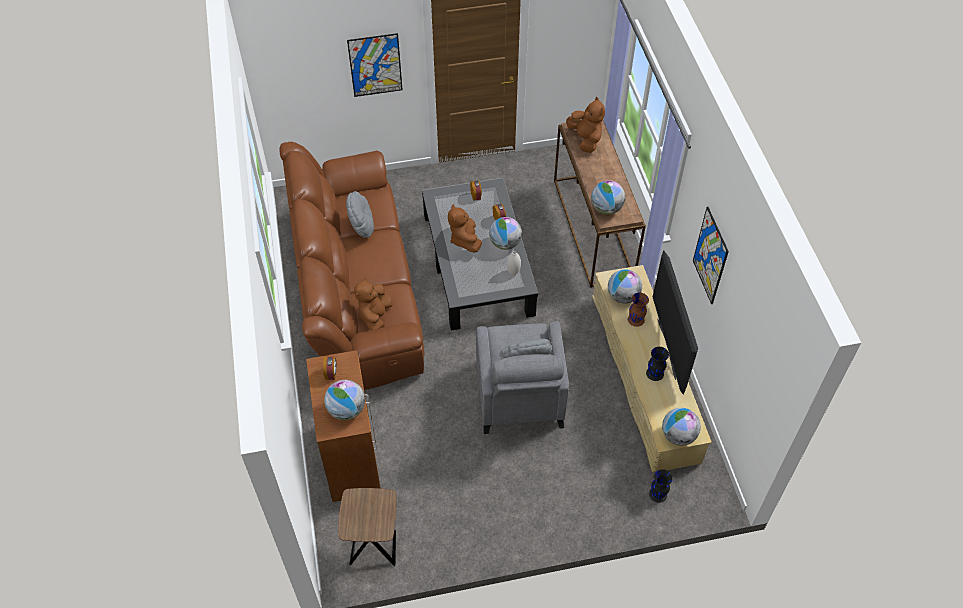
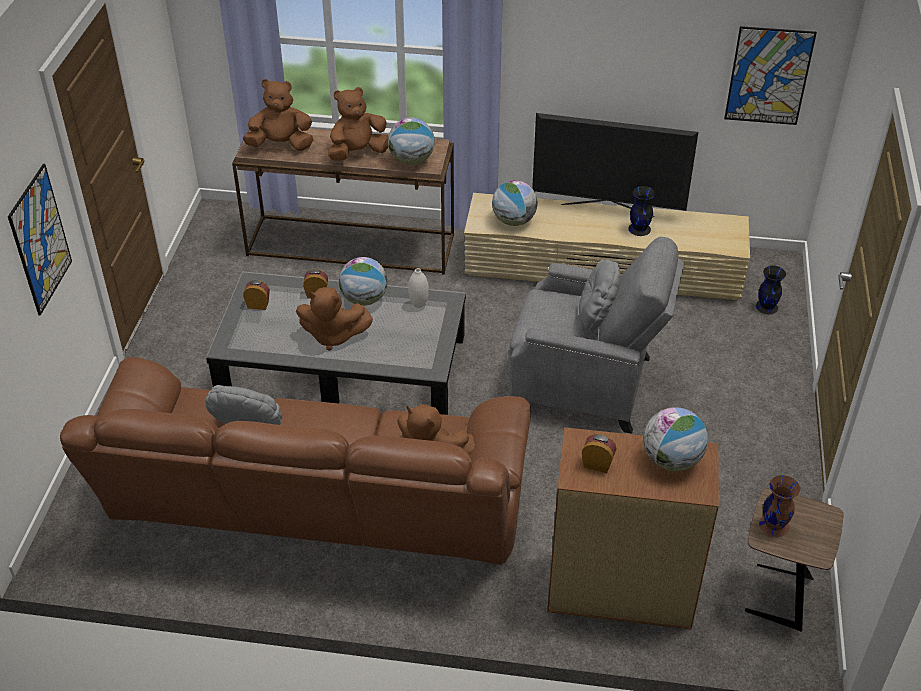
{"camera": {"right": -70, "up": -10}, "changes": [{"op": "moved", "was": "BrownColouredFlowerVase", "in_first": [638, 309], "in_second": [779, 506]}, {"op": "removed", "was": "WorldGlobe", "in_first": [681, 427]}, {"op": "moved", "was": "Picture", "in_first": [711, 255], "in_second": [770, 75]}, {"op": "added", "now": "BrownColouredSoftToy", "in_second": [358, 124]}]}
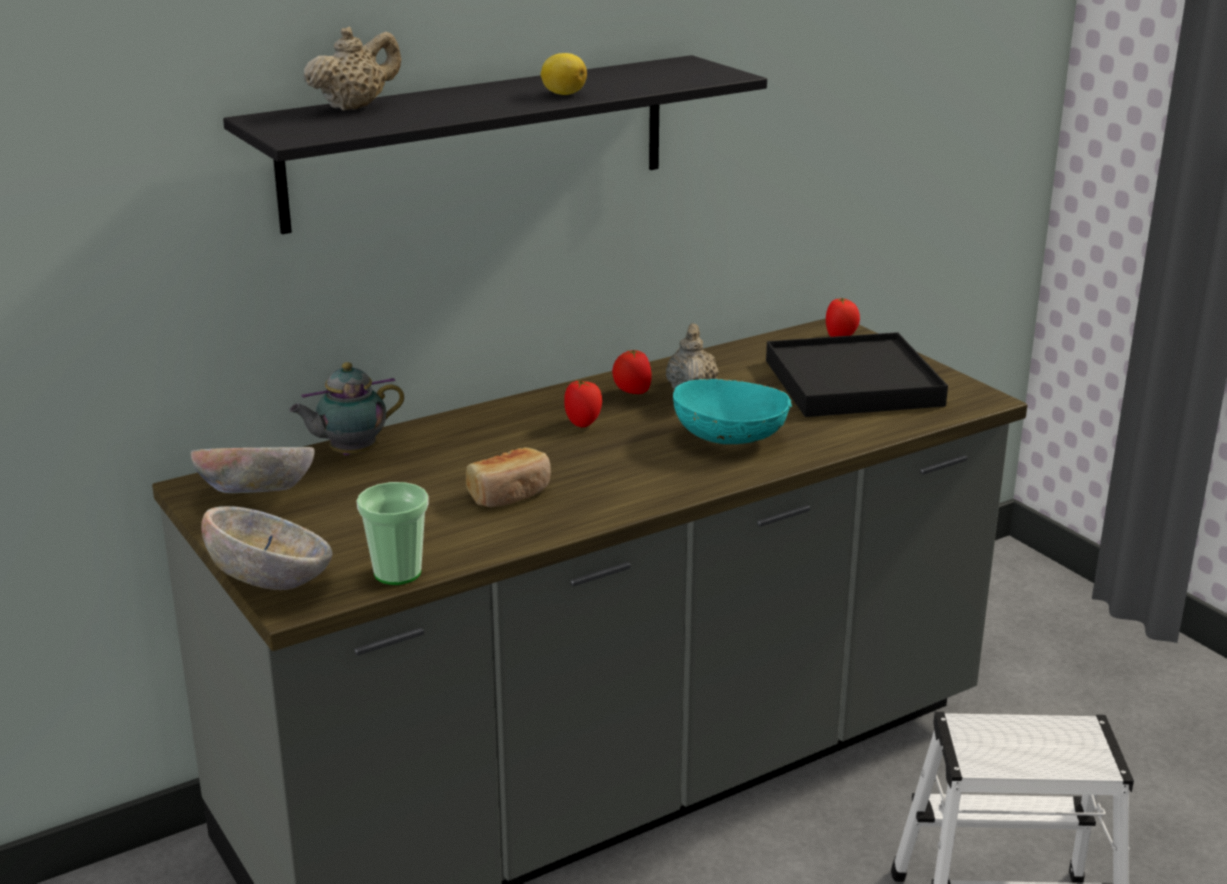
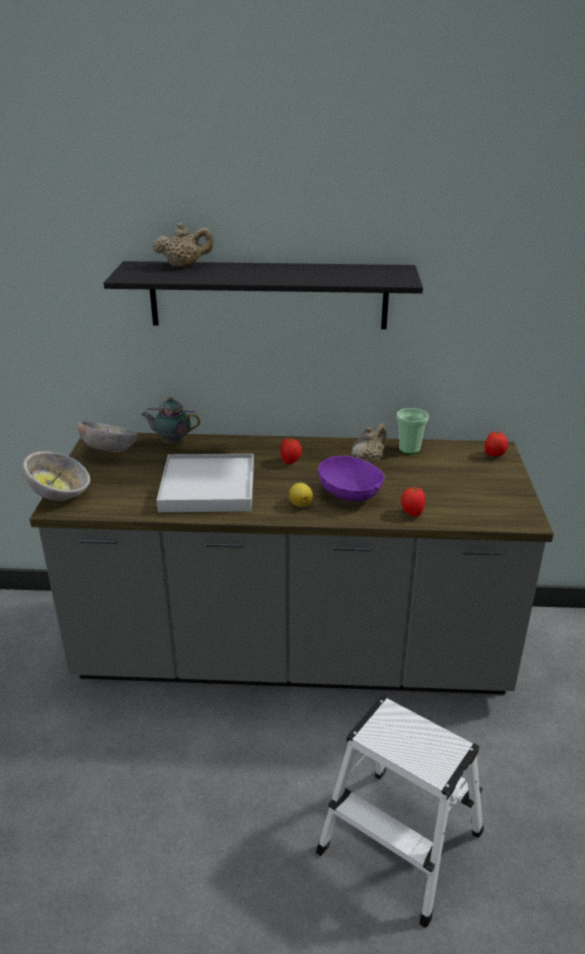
{"camera": {"right": 35, "up": 5}, "changes": [{"op": "moved", "was": "Cup", "in_first": [393, 533], "in_second": [412, 431]}, {"op": "replaced", "was": "BakeryBread", "now": "WhiteServingTray", "in_first": [508, 477], "in_second": [205, 483]}, {"op": "moved", "was": "Lemon", "in_first": [564, 74], "in_second": [301, 495]}, {"op": "moved", "was": "Tomato", "in_first": [632, 372], "in_second": [413, 501]}, {"op": "recoloured", "was": "BlueGreenBowl", "now": "PurpleColouredBowl", "in_first": [732, 411], "in_second": [351, 479]}, {"op": "removed", "was": "BlackServingTray", "in_first": [857, 374]}]}
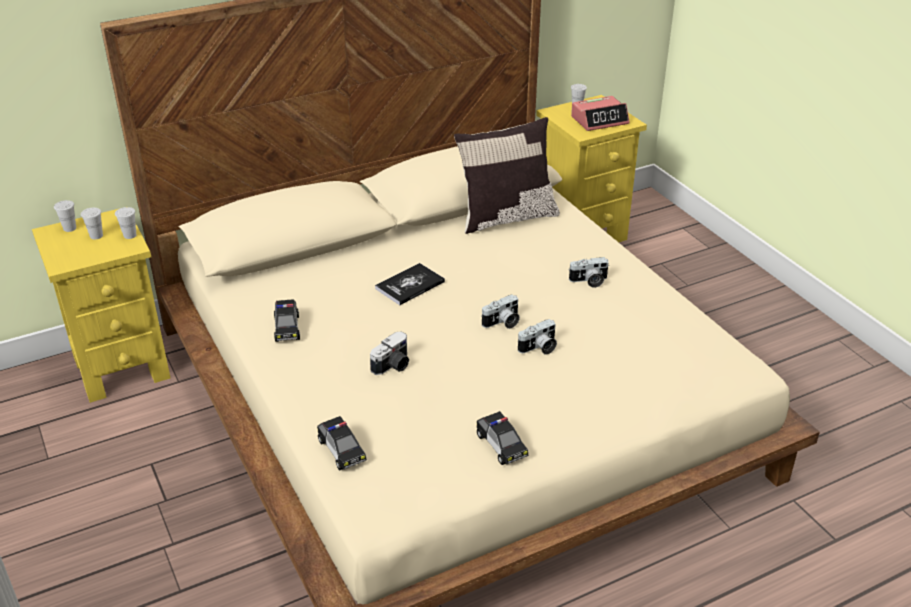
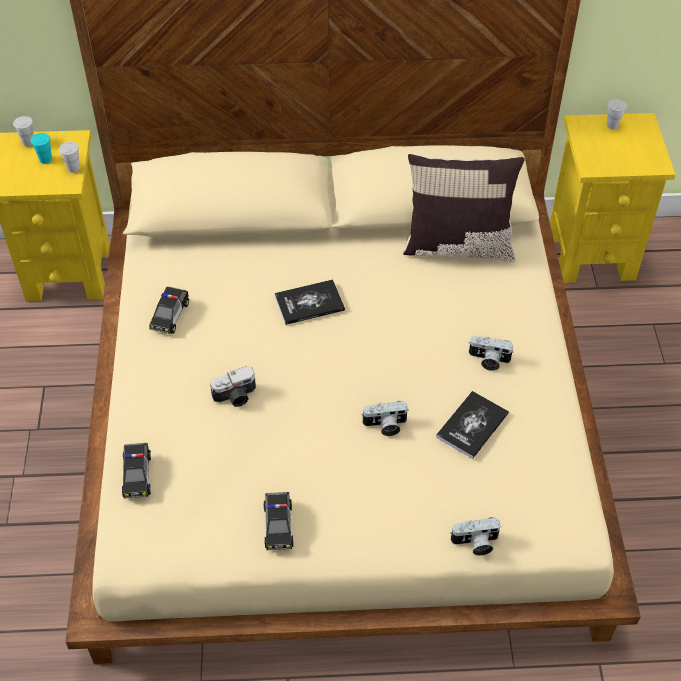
{"camera": {"right": 25, "up": 15}, "changes": [{"op": "recoloured", "was": "WhiteCup", "now": "BlueGreenCup", "in_first": [92, 223], "in_second": [41, 148]}, {"op": "moved", "was": "PhotoCamera", "in_first": [500, 311], "in_second": [475, 536]}, {"op": "removed", "was": "AlarmClock", "in_first": [600, 113]}, {"op": "added", "now": "Volume", "in_second": [472, 425]}]}
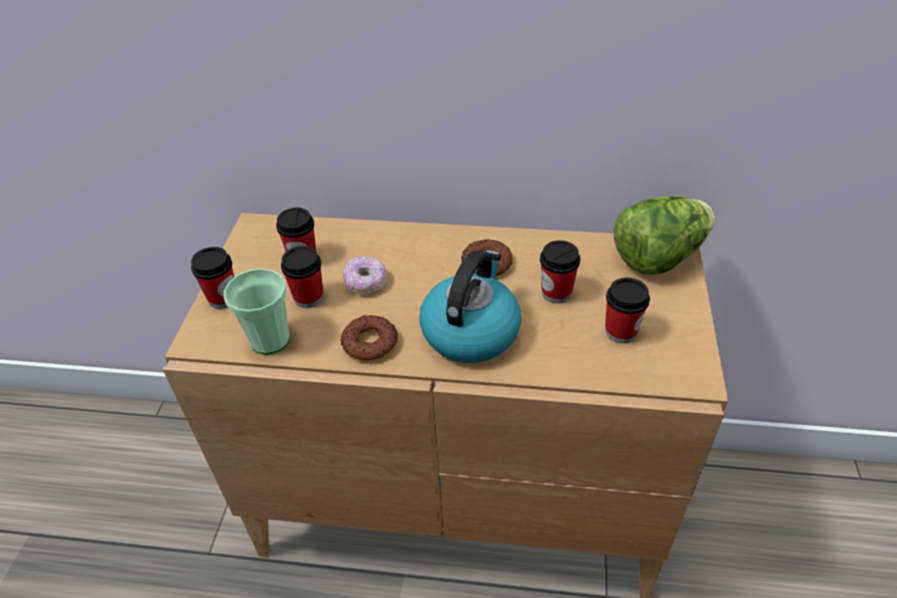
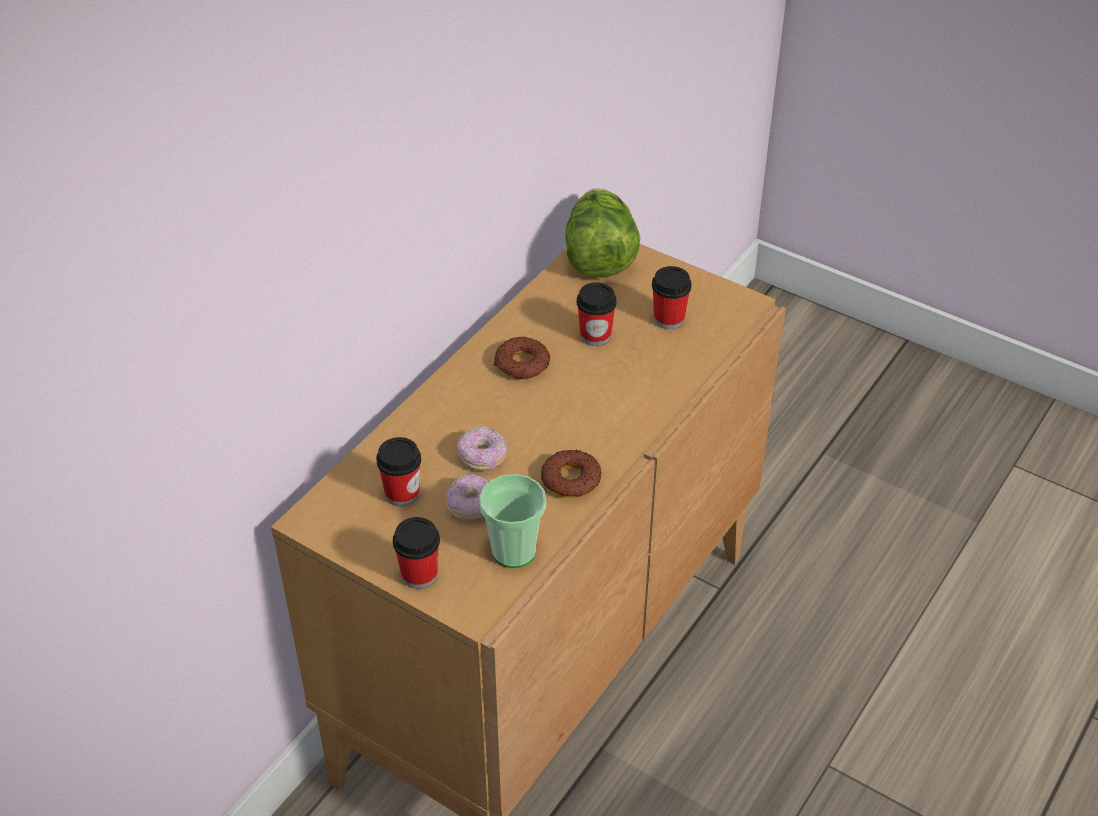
{"camera": {"right": -65, "up": 0}, "changes": [{"op": "replaced", "was": "Cup", "now": "RingDoughnut", "in_first": [302, 277], "in_second": [468, 497]}, {"op": "removed", "was": "Kettle", "in_first": [470, 306]}]}
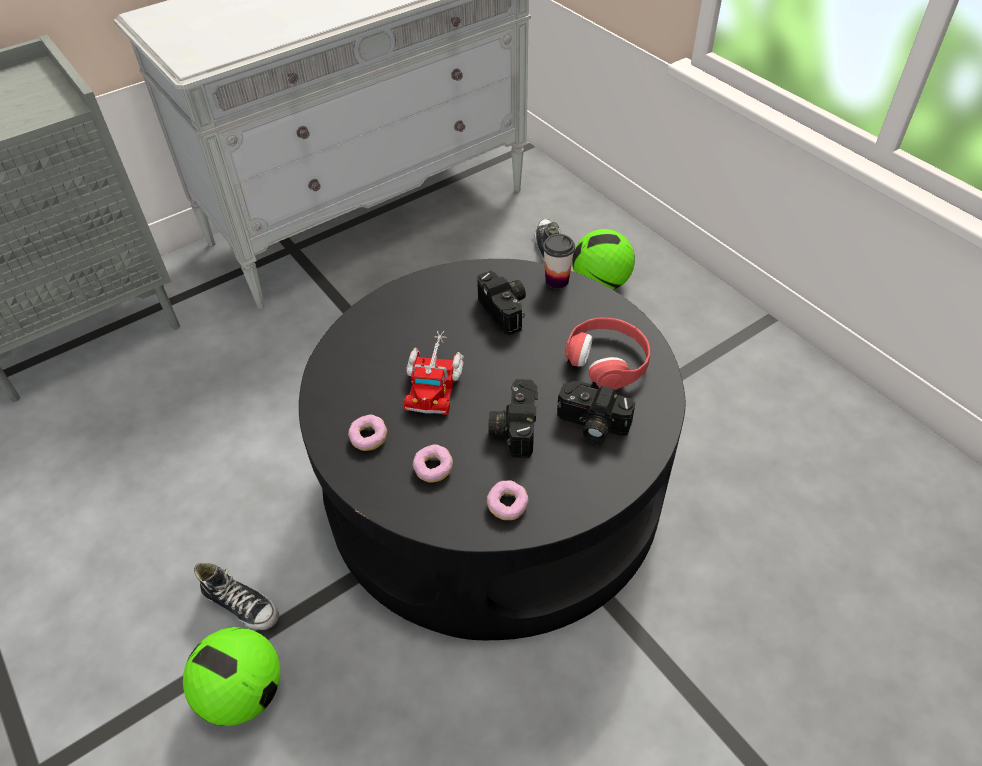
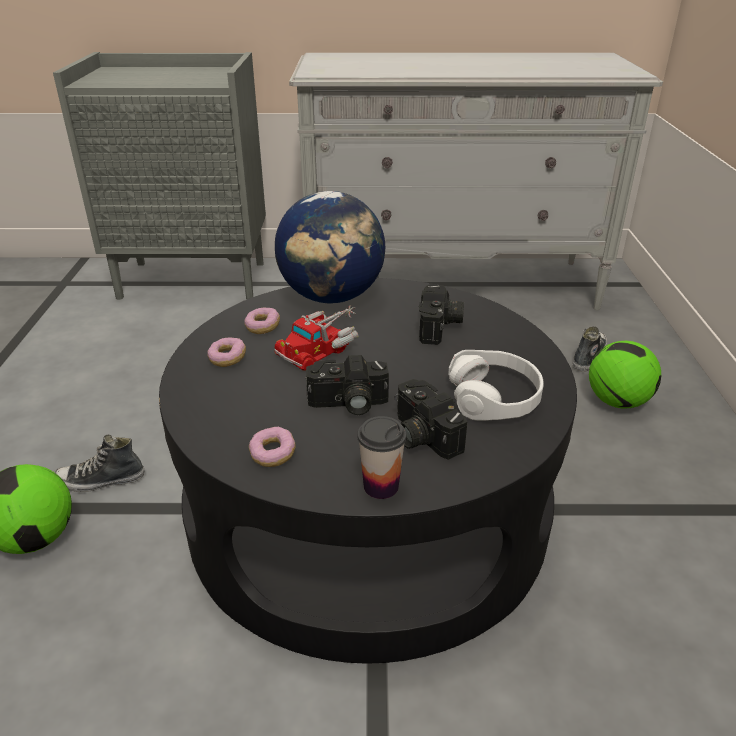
{"camera": {"right": 35, "up": -15}, "changes": [{"op": "turned", "was": "LowShoe", "in_first": [236, 596], "in_second": [99, 463], "clockwise": 105}, {"op": "moved", "was": "RingDoughnut", "in_first": [433, 463], "in_second": [262, 321]}, {"op": "turned", "was": "PhotoCamera", "in_first": [513, 418], "in_second": [347, 385], "clockwise": -135}, {"op": "moved", "was": "Cup", "in_first": [559, 261], "in_second": [381, 457]}, {"op": "recoloured", "was": "RedHeadphones", "now": "WhiteHeadphones", "in_first": [607, 353], "in_second": [496, 385]}, {"op": "added", "now": "WorldGlobe", "in_second": [330, 247]}]}
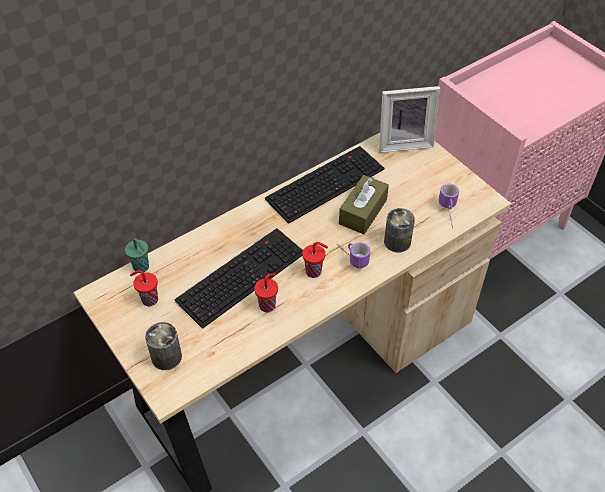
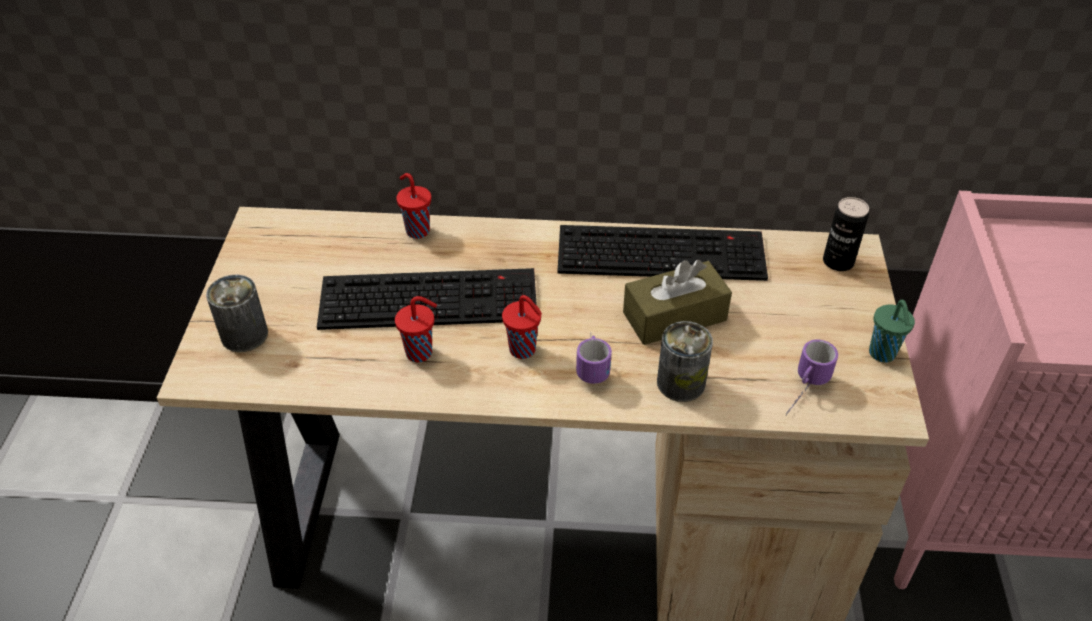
{"camera": {"right": 40, "up": -5}, "changes": [{"op": "moved", "was": "GreenColouredCup", "in_first": [137, 255], "in_second": [892, 331]}, {"op": "moved", "was": "RedCup", "in_first": [144, 288], "in_second": [413, 206]}, {"op": "replaced", "was": "PhotoFrame", "now": "MetalCan", "in_first": [409, 119], "in_second": [846, 234]}]}
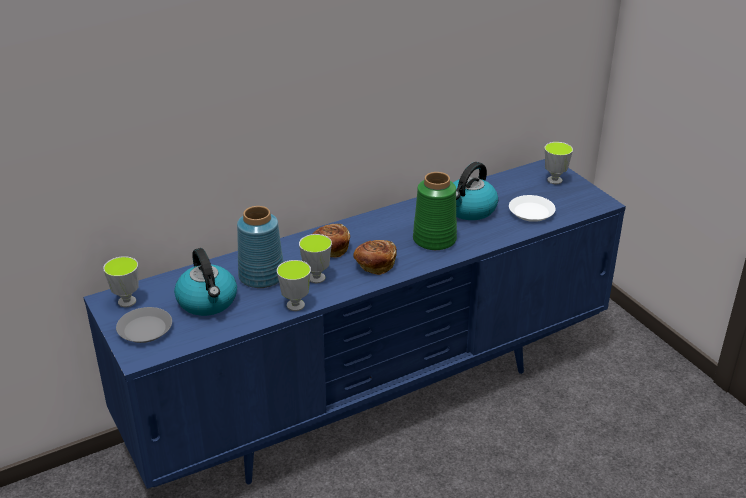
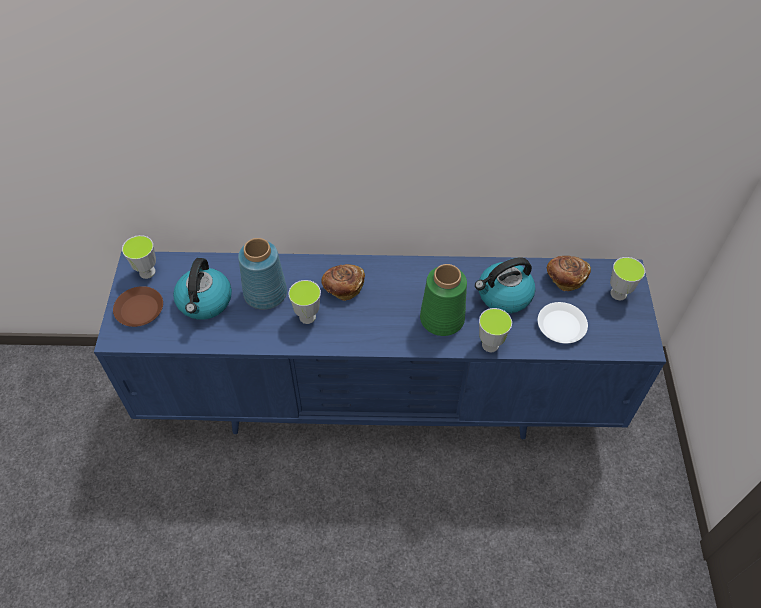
{"camera": {"right": 30, "up": 20}, "changes": [{"op": "recoloured", "was": "GreyDinnerPlate", "now": "BrownColouredDinnerPlate", "in_first": [144, 325], "in_second": [138, 306]}, {"op": "moved", "was": "Cup", "in_first": [294, 285], "in_second": [495, 330]}, {"op": "moved", "was": "BakeryBread", "in_first": [375, 257], "in_second": [568, 273]}]}
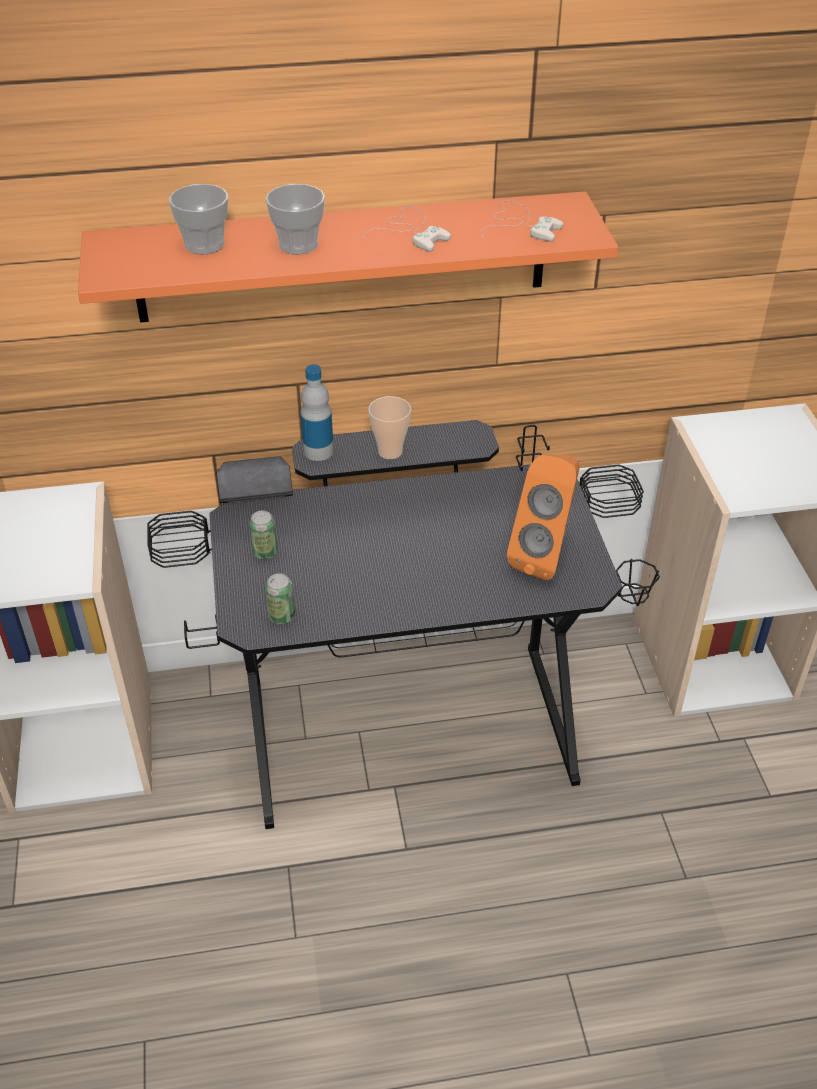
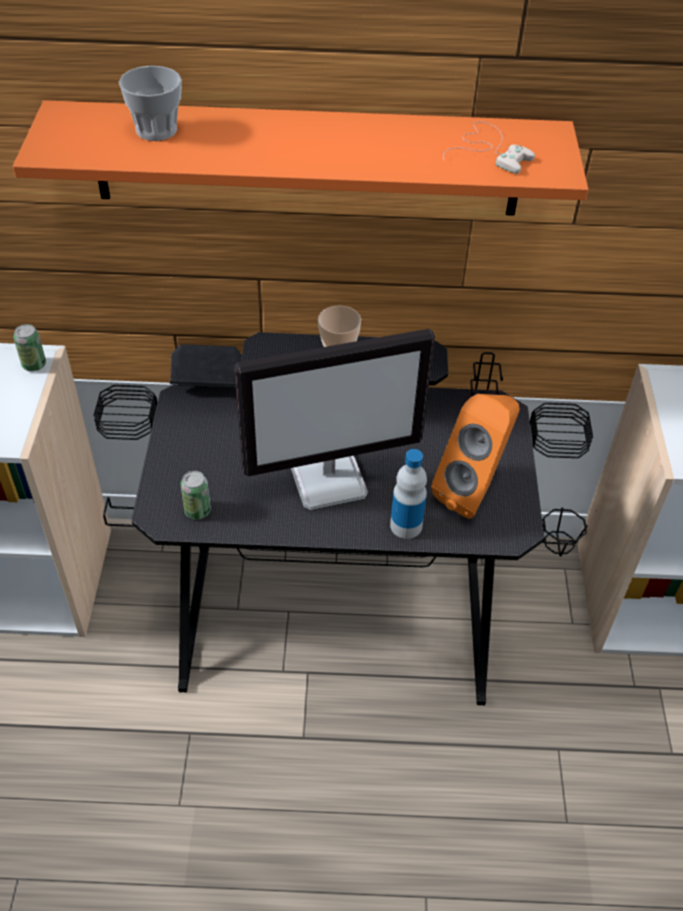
{"camera": {"right": 10, "up": 5}, "changes": [{"op": "moved", "was": "MetalCan", "in_first": [263, 534], "in_second": [29, 348]}, {"op": "removed", "was": "Cup", "in_first": [295, 219]}, {"op": "moved", "was": "Bottle", "in_first": [317, 413], "in_second": [408, 494]}, {"op": "removed", "was": "WhiteJoypad", "in_first": [407, 228]}, {"op": "added", "now": "ComputerDisplay", "in_second": [334, 419]}]}
